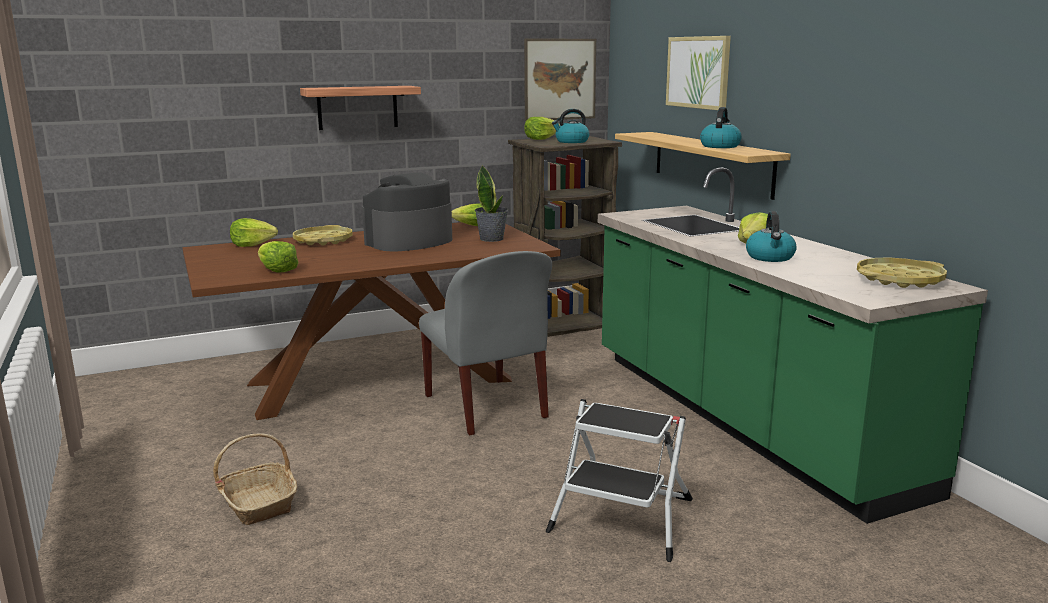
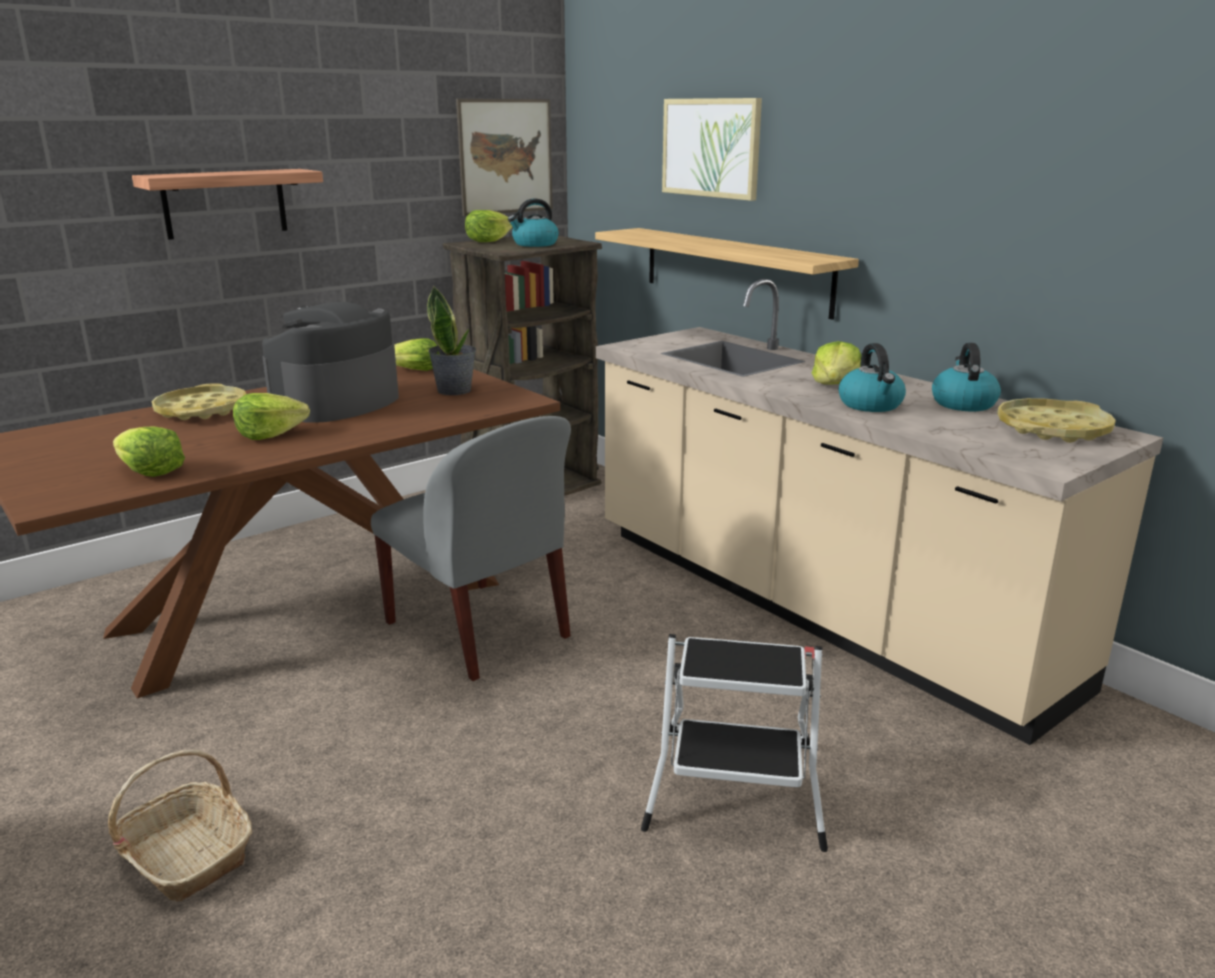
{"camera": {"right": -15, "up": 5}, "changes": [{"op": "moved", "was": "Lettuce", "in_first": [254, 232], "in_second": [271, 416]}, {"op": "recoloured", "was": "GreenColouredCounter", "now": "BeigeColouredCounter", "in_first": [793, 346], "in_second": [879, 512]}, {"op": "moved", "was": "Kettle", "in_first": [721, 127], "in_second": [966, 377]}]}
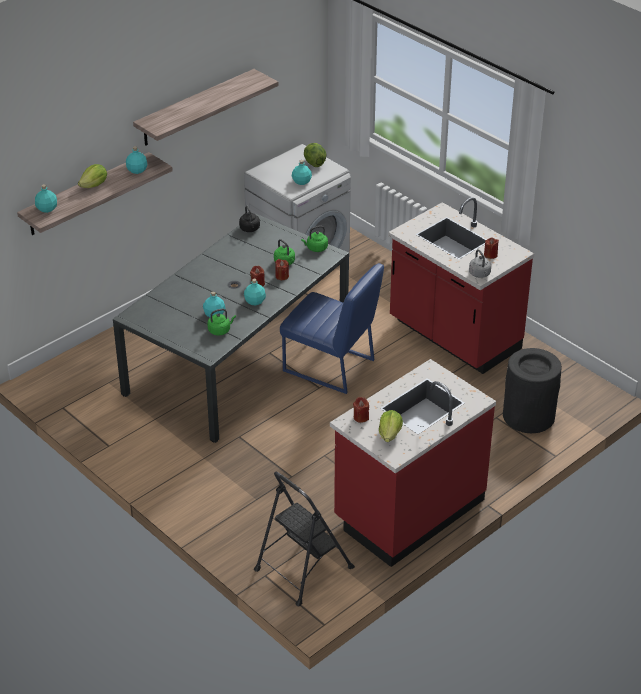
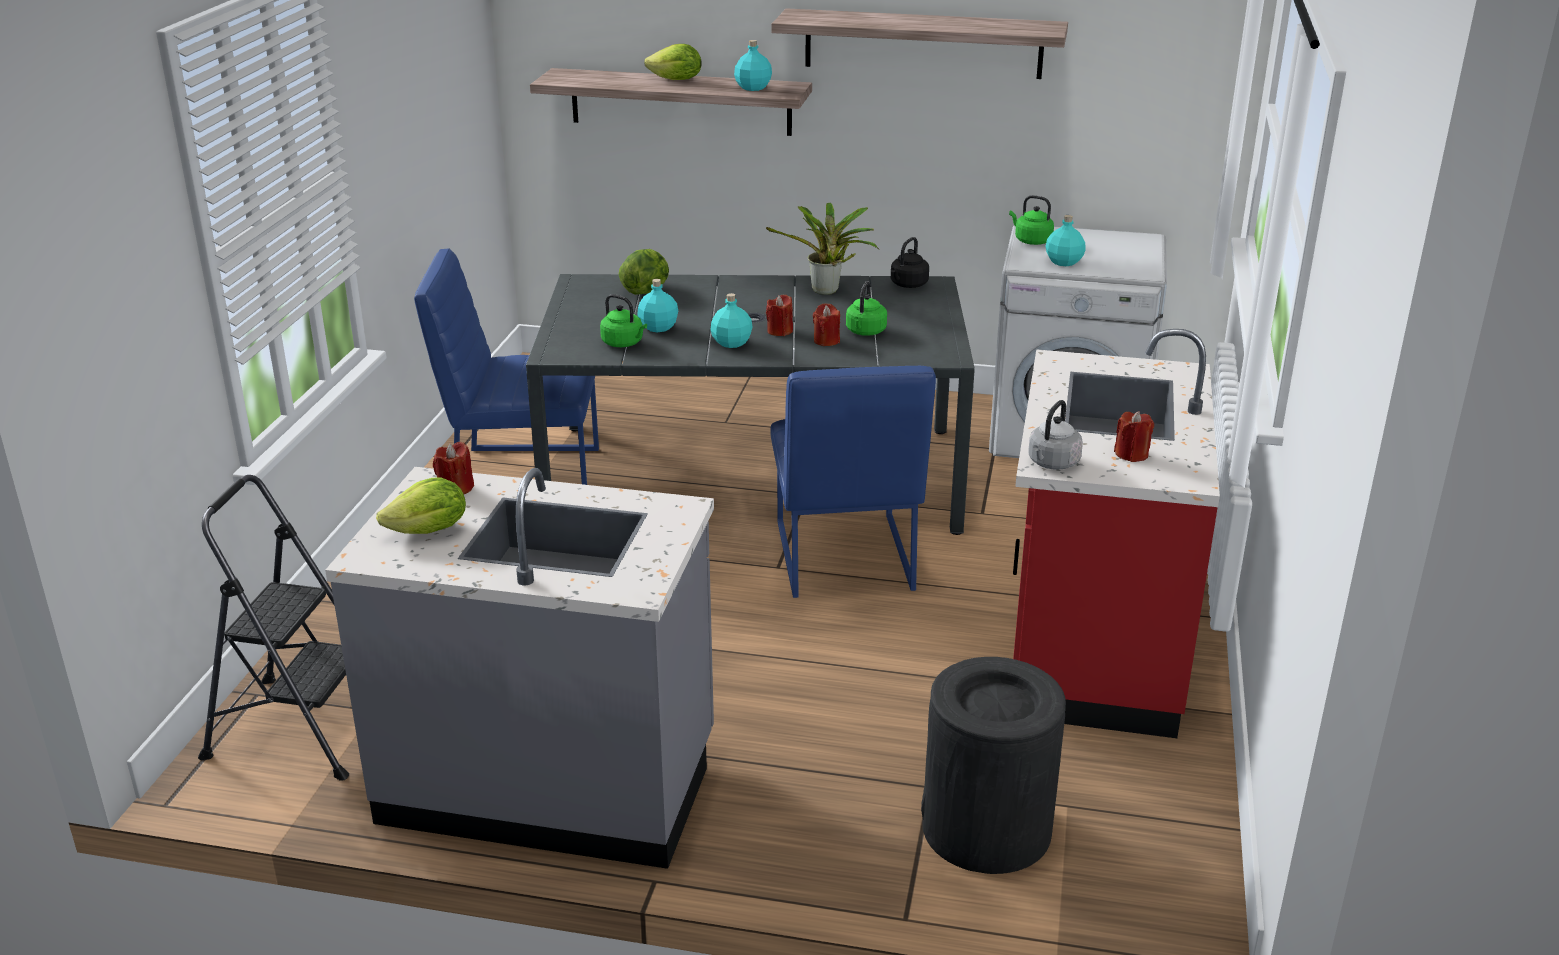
{"camera": {"right": 55, "up": -10}, "changes": [{"op": "removed", "was": "BlueGreenBottle", "in_first": [46, 198]}, {"op": "moved", "was": "GreenColouredKettle", "in_first": [314, 239], "in_second": [1031, 220]}, {"op": "moved", "was": "Lettuce", "in_first": [315, 155], "in_second": [644, 272]}, {"op": "recoloured", "was": "RedCounter", "now": "GreyCounter", "in_first": [413, 463], "in_second": [519, 668]}, {"op": "added", "now": "BlueChair", "in_second": [506, 367]}, {"op": "added", "now": "PlantInAPot", "in_second": [823, 249]}]}
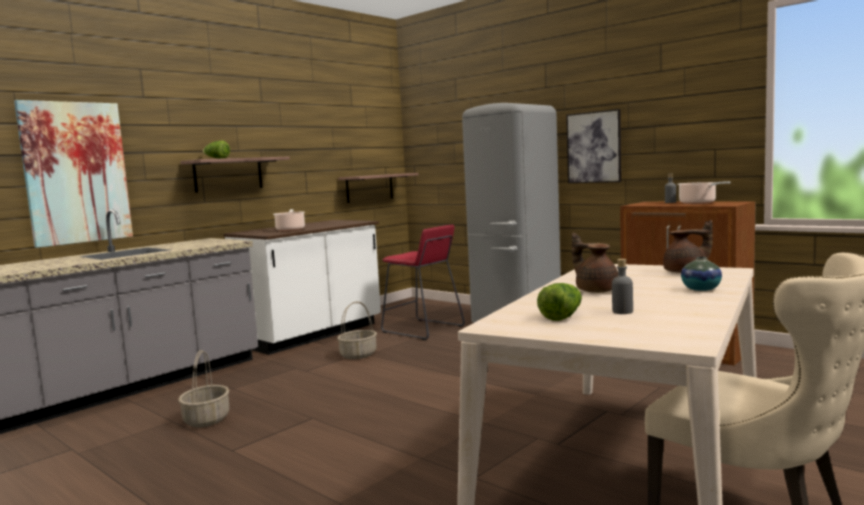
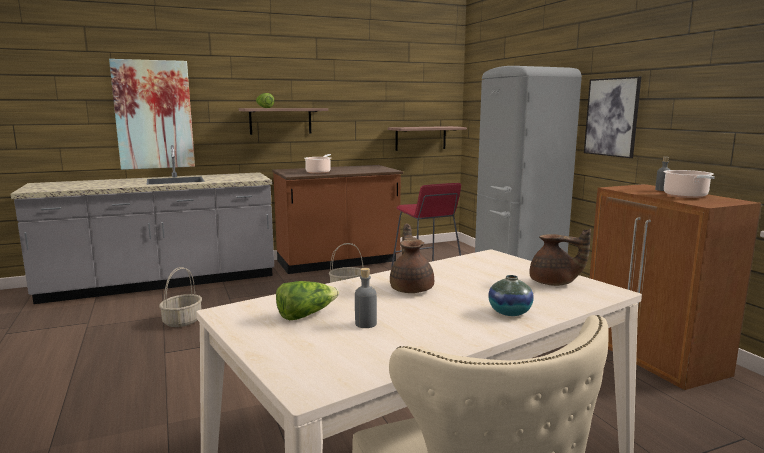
{"camera": {"right": 25, "up": 5}, "changes": [{"op": "recoloured", "was": "WhiteCounter", "now": "BrownColouredCounter", "in_first": [302, 287], "in_second": [337, 219]}]}
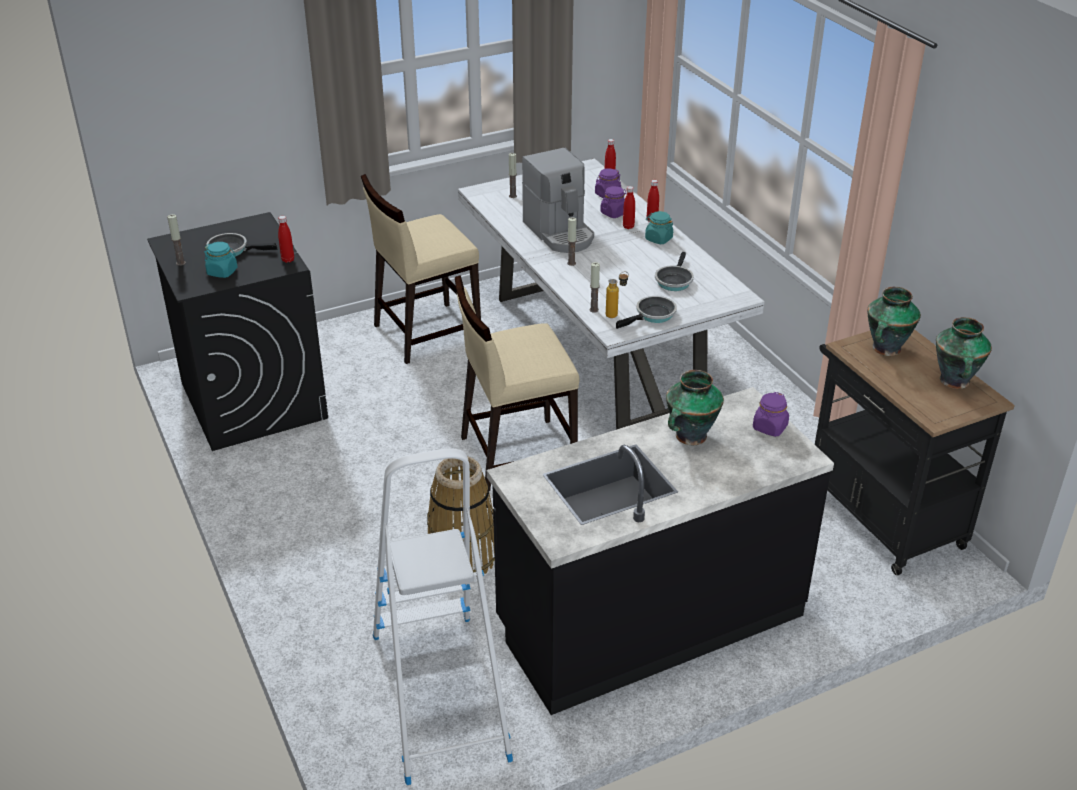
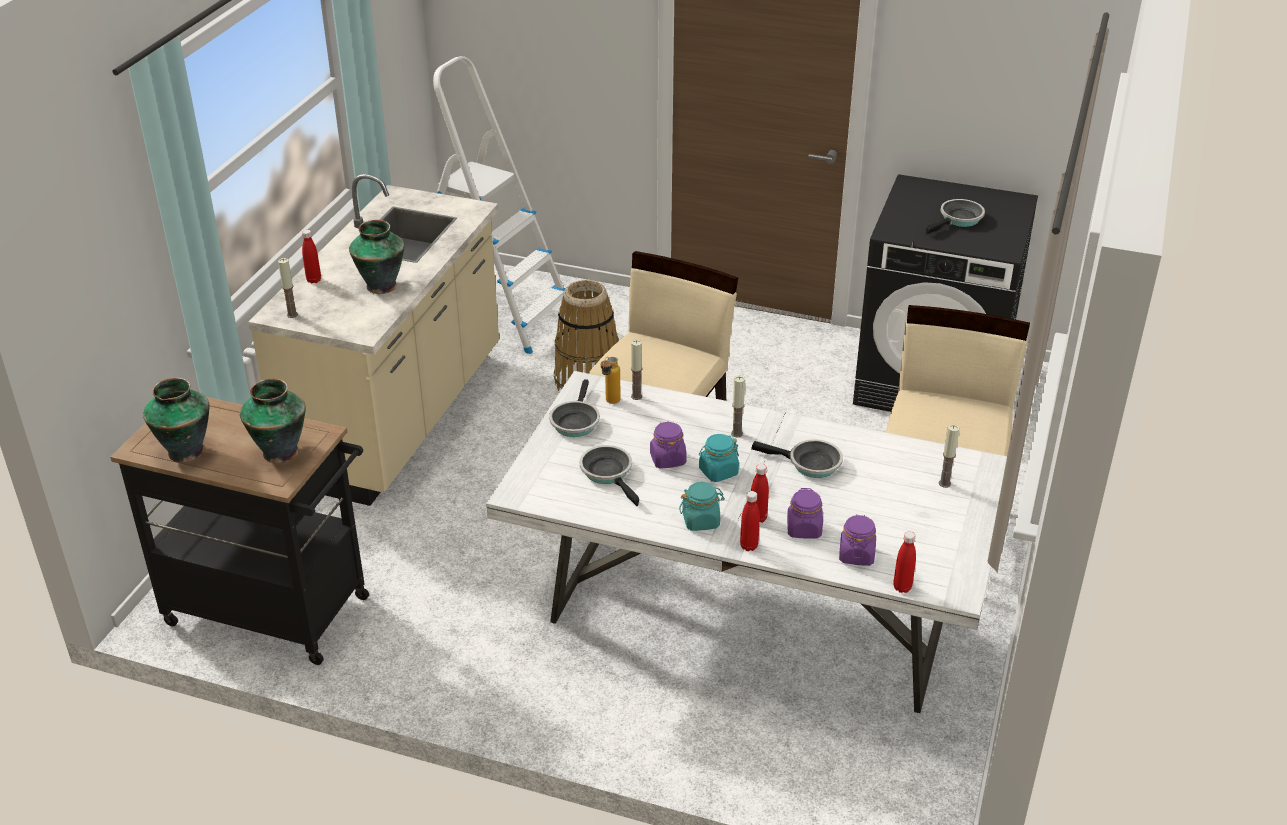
{"camera": {"right": 135, "up": 0}, "changes": [{"op": "moved", "was": "Candle", "in_first": [176, 240], "in_second": [288, 288]}, {"op": "moved", "was": "BlueGreenJar", "in_first": [220, 260], "in_second": [719, 458]}, {"op": "moved", "was": "RedBottle", "in_first": [286, 239], "in_second": [311, 256]}, {"op": "recoloured", "was": "BlackCounter", "now": "BeigeColouredCounter", "in_first": [660, 551], "in_second": [373, 340]}, {"op": "replaced", "was": "CoffeeMaker", "now": "Skillet", "in_first": [558, 200], "in_second": [797, 459]}, {"op": "moved", "was": "PurpleColouredJar", "in_first": [771, 414], "in_second": [668, 445]}]}
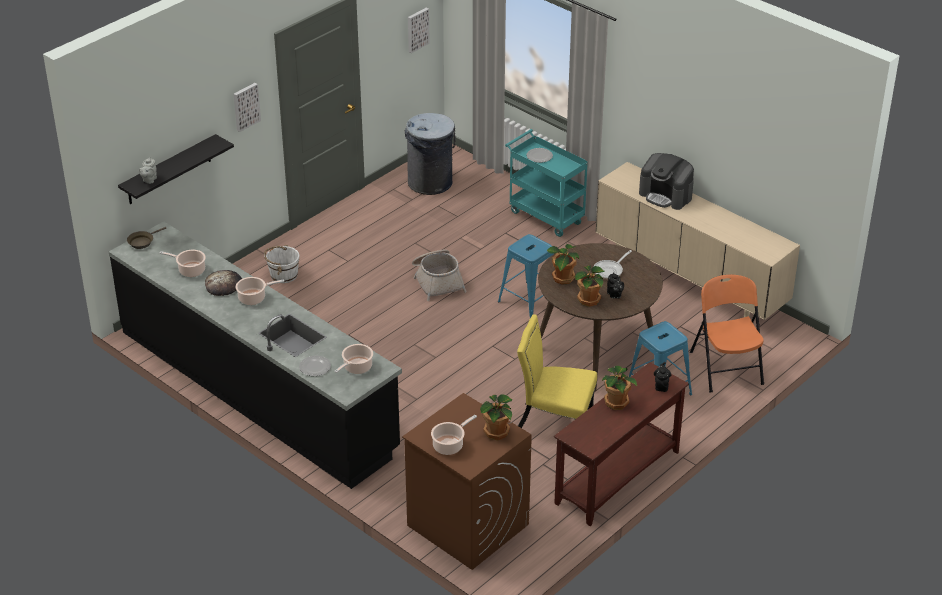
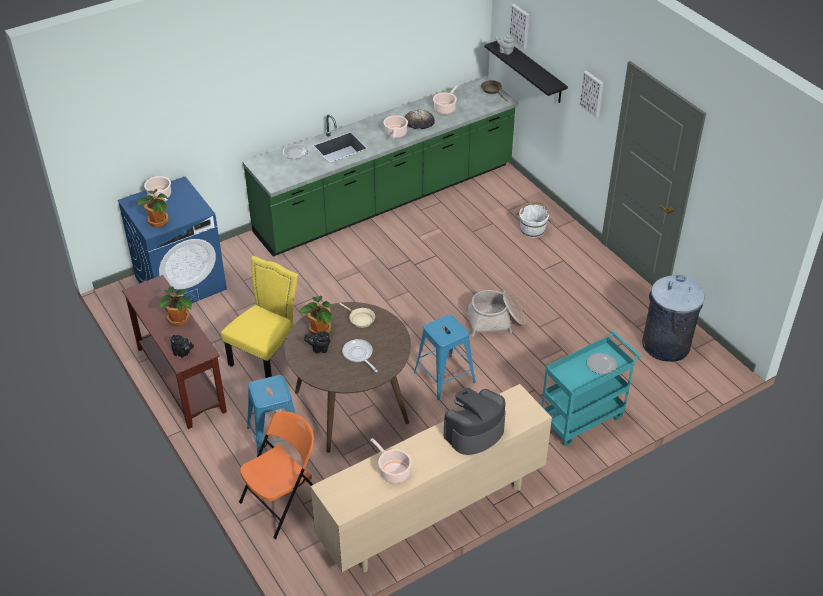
{"camera": {"right": 105, "up": 5}, "changes": [{"op": "recoloured", "was": "BlackCounter", "now": "GreenColouredCounter", "in_first": [255, 355], "in_second": [380, 166]}, {"op": "moved", "was": "CookingPot", "in_first": [353, 359], "in_second": [391, 460]}, {"op": "recoloured", "was": "BrownColouredWashingMachine", "now": "BlueWashingMachine", "in_first": [467, 481], "in_second": [172, 239]}, {"op": "moved", "was": "Picture", "in_first": [419, 30], "in_second": [519, 26]}, {"op": "replaced", "was": "PlantInAPot", "now": "BeigeColouredSkillet", "in_first": [563, 264], "in_second": [357, 315]}, {"op": "turned", "was": "OrangeChair", "in_first": [727, 334], "in_second": [276, 475], "clockwise": -45}]}
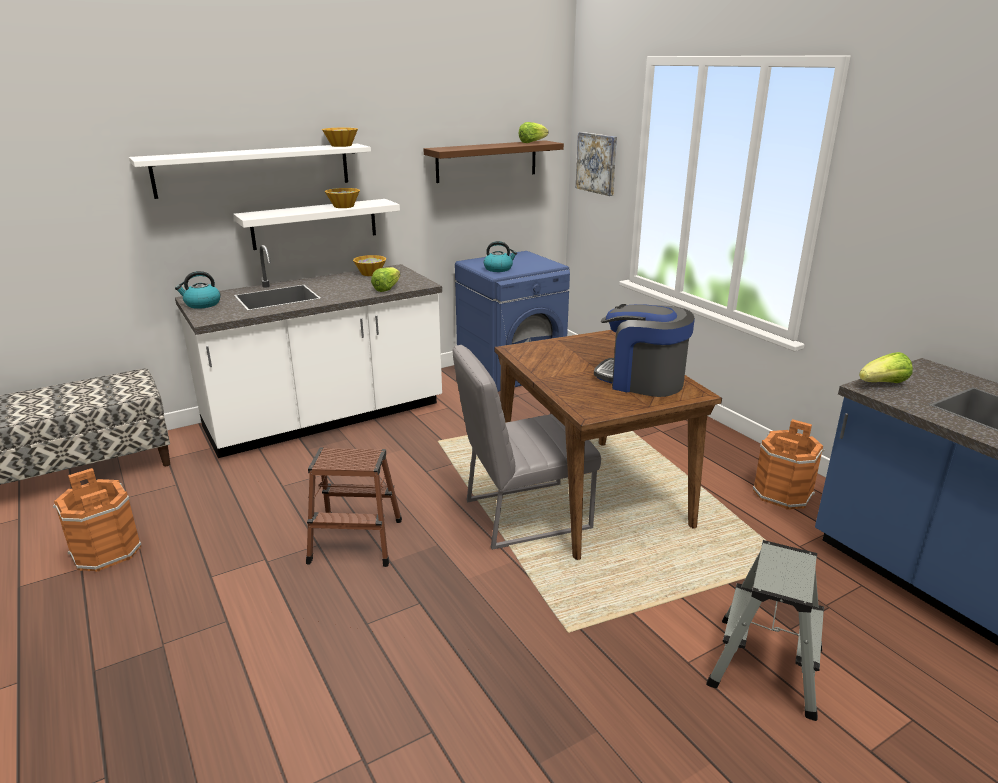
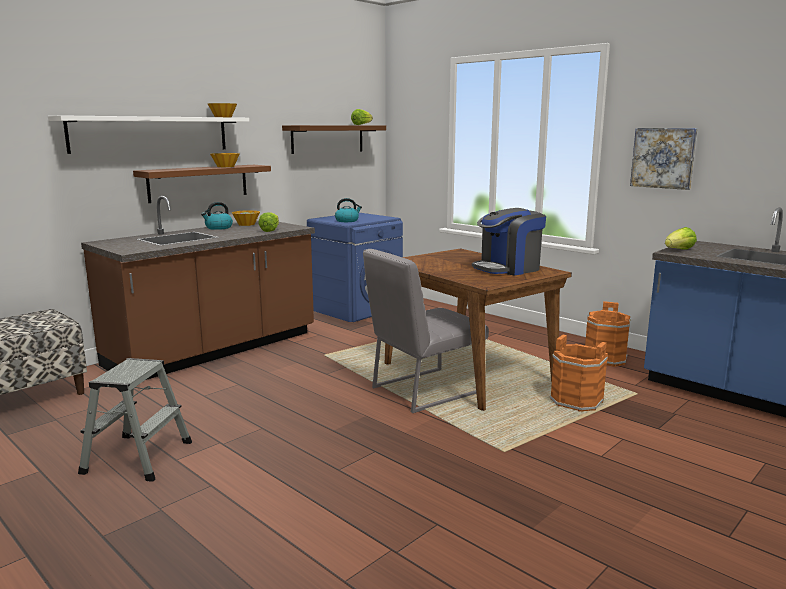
{"camera": {"right": -15, "up": -10}, "changes": [{"op": "moved", "was": "OrangeWaterBucket", "in_first": [97, 520], "in_second": [579, 373]}, {"op": "recoloured", "was": "WhiteCounter", "now": "BrownColouredCounter", "in_first": [308, 351], "in_second": [198, 288]}, {"op": "moved", "was": "Kettle", "in_first": [197, 290], "in_second": [217, 216]}, {"op": "recoloured", "was": "WhiteShelf", "now": "BrownColouredShelf", "in_first": [316, 224], "in_second": [202, 184]}, {"op": "removed", "was": "BrownColouredStepStool", "in_first": [354, 507]}, {"op": "moved", "was": "Picture", "in_first": [596, 164], "in_second": [664, 159]}, {"op": "turned", "was": "CoffeeMaker", "in_first": [644, 350], "in_second": [509, 242], "clockwise": -45}, {"op": "moved", "was": "GreyStepStool", "in_first": [765, 630], "in_second": [135, 420]}]}
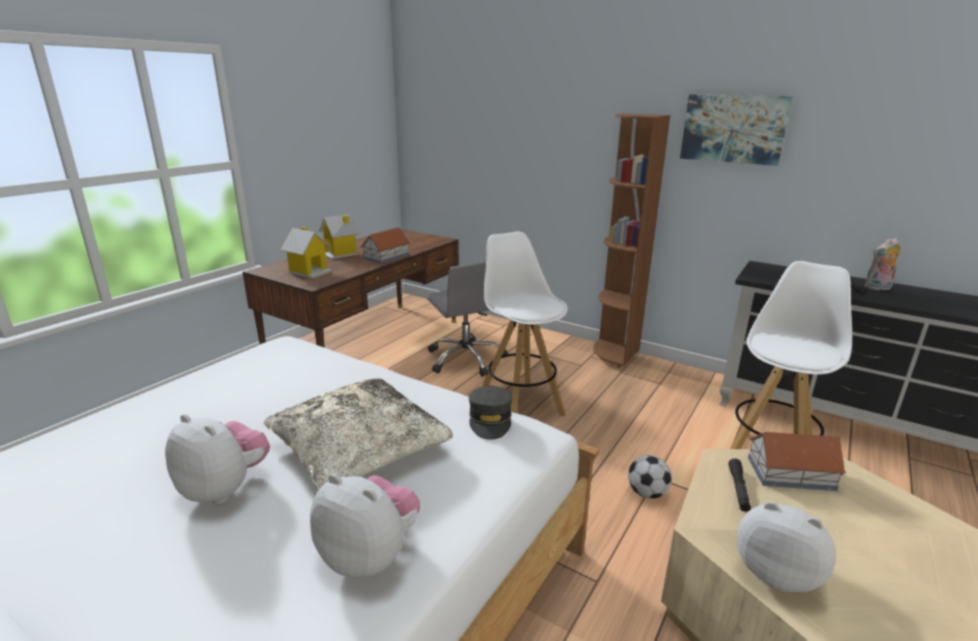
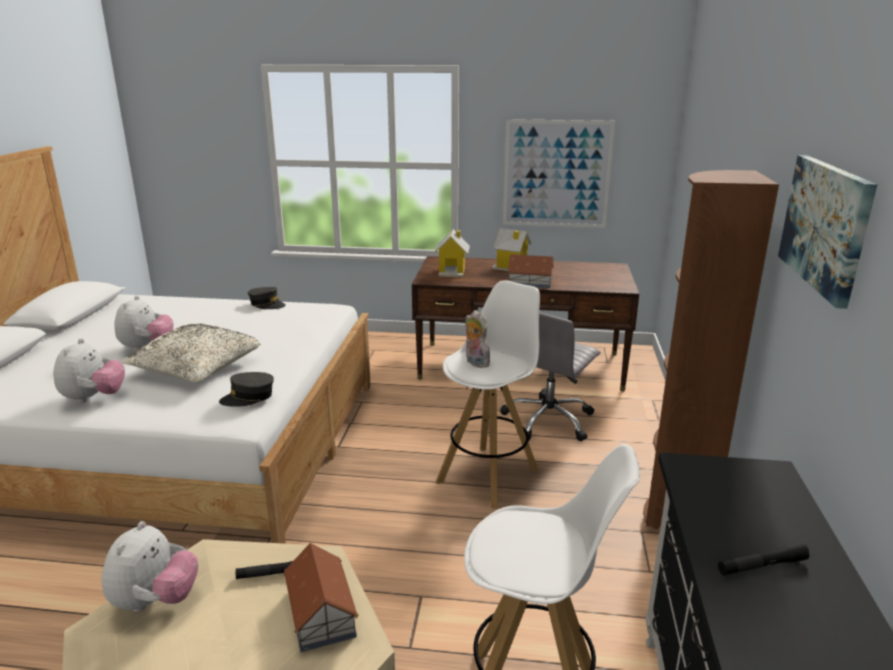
{"camera": {"right": 65, "up": 0}, "changes": [{"op": "removed", "was": "Football", "in_first": [650, 477]}, {"op": "moved", "was": "SoftToy", "in_first": [882, 264], "in_second": [477, 339]}, {"op": "added", "now": "GreyCap", "in_second": [267, 298]}, {"op": "added", "now": "Picture", "in_second": [559, 173]}]}
